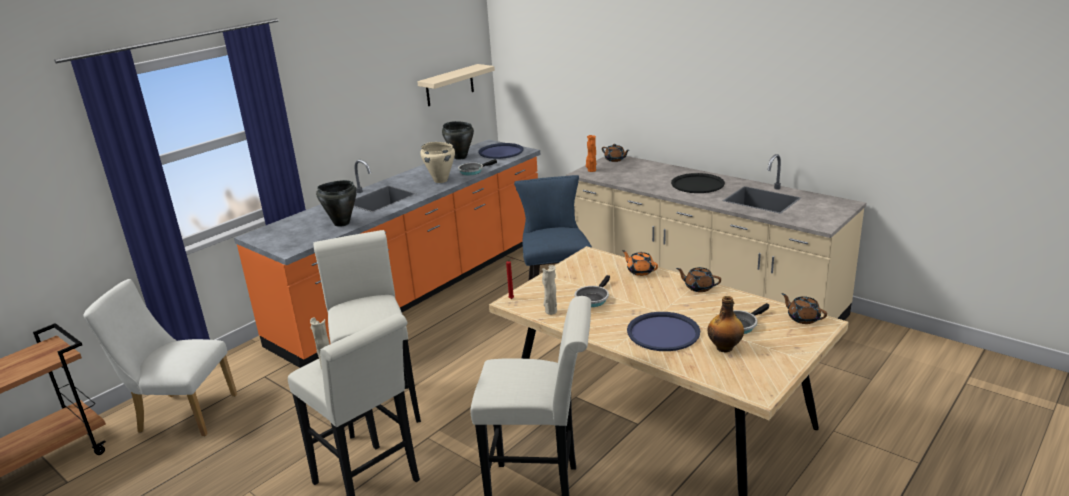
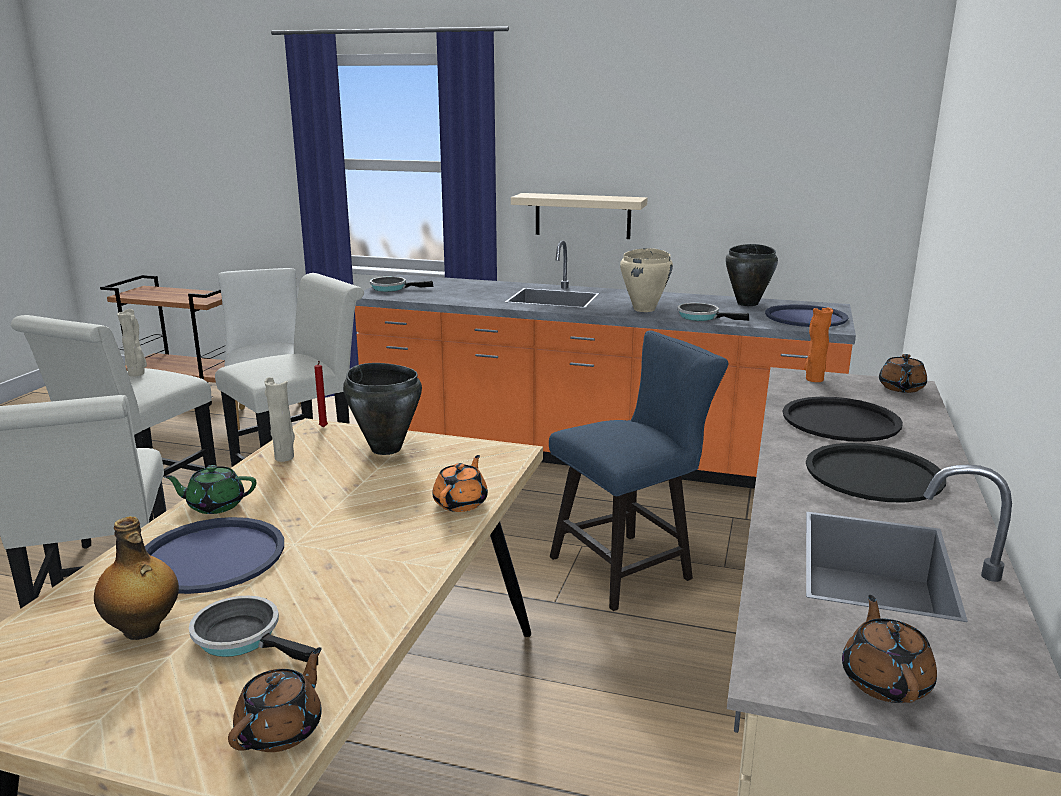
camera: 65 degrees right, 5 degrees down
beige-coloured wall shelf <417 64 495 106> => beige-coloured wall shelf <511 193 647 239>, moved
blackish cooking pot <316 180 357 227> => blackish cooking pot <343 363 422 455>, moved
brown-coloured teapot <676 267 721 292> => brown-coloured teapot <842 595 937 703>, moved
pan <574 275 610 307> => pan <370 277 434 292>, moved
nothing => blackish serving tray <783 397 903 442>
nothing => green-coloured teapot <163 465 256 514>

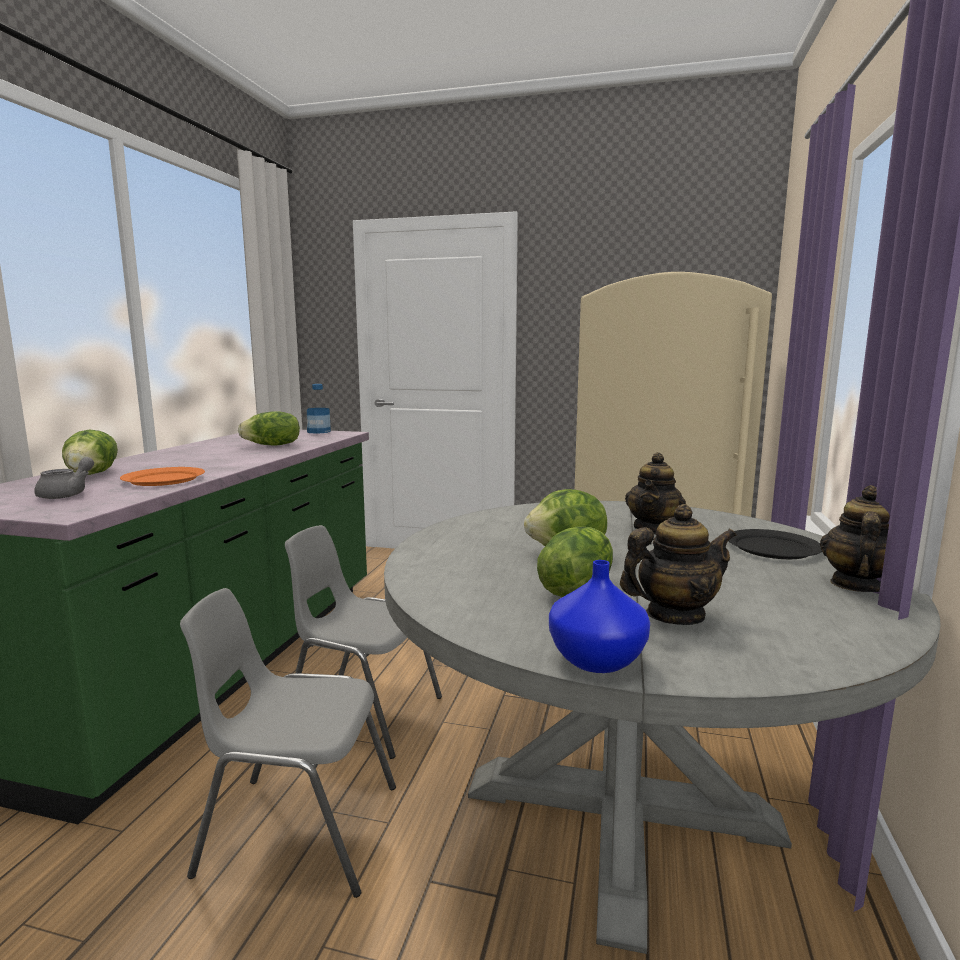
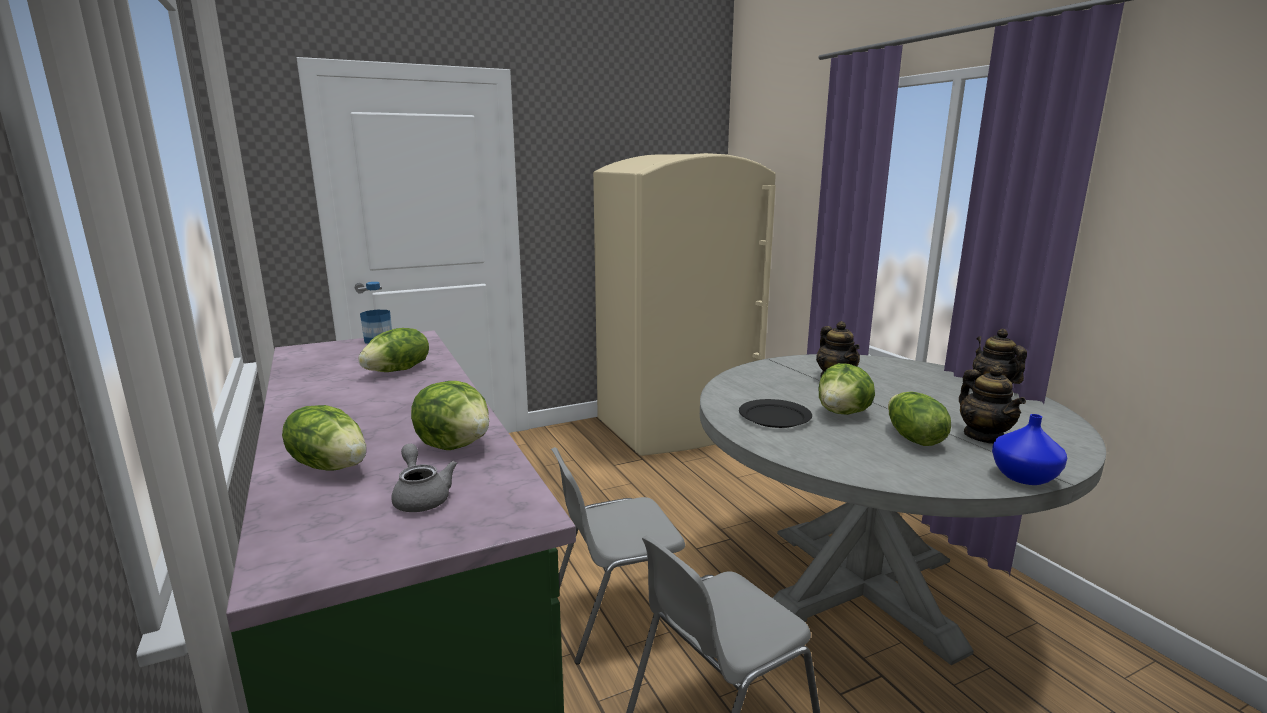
camera: 40 degrees left, 5 degrees up
orangey flat dish <120 467 205 486> => lettuce <411 381 489 450>
teapot <620 504 737 625> => teapot <959 365 1026 444>, 135 degrees clockwise
blackish flat dish <729 529 822 559> => blackish flat dish <739 399 812 428>, moved

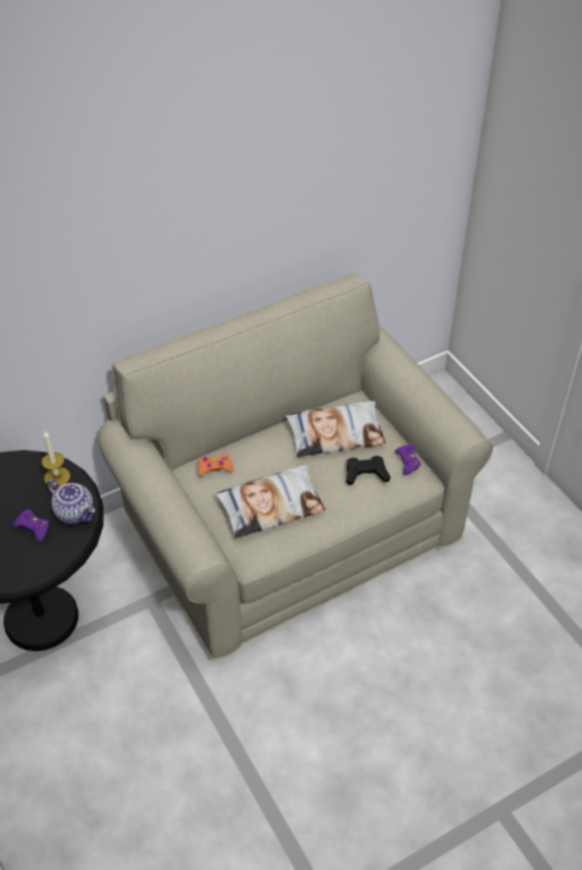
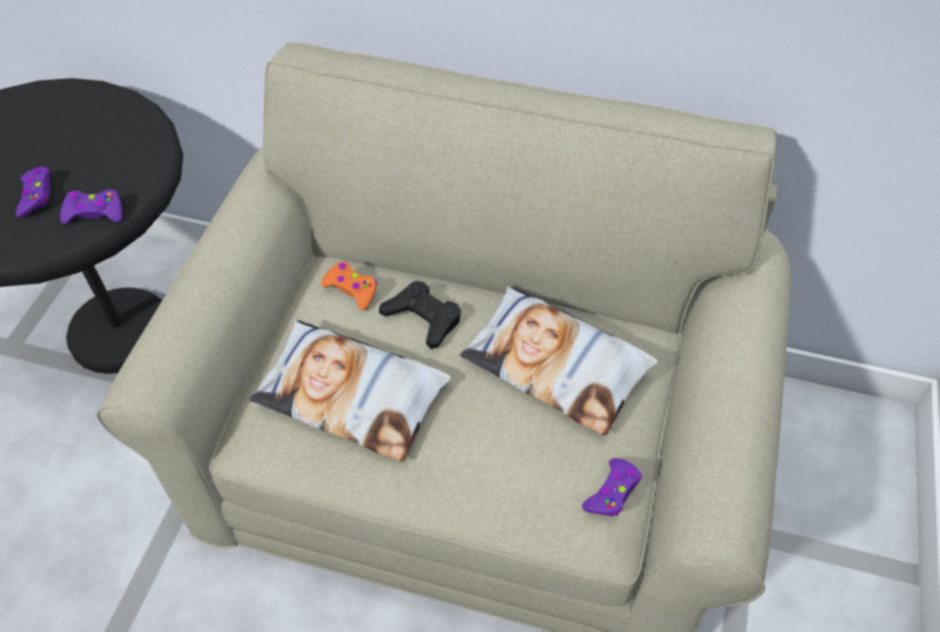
camera: 45 degrees right, 5 degrees up
candle <42 431 70 487> => nothing
blackish gamepad <346 456 391 485> => blackish gamepad <379 281 461 349>, moved
teapot <47 479 95 524> => purple-coloured gamepad <60 190 122 224>

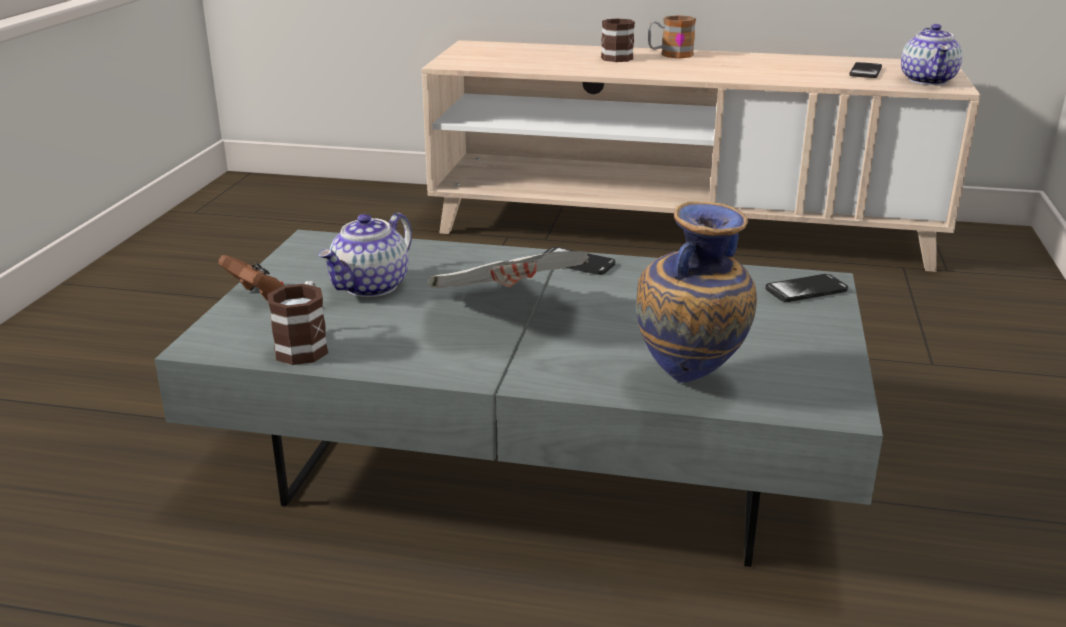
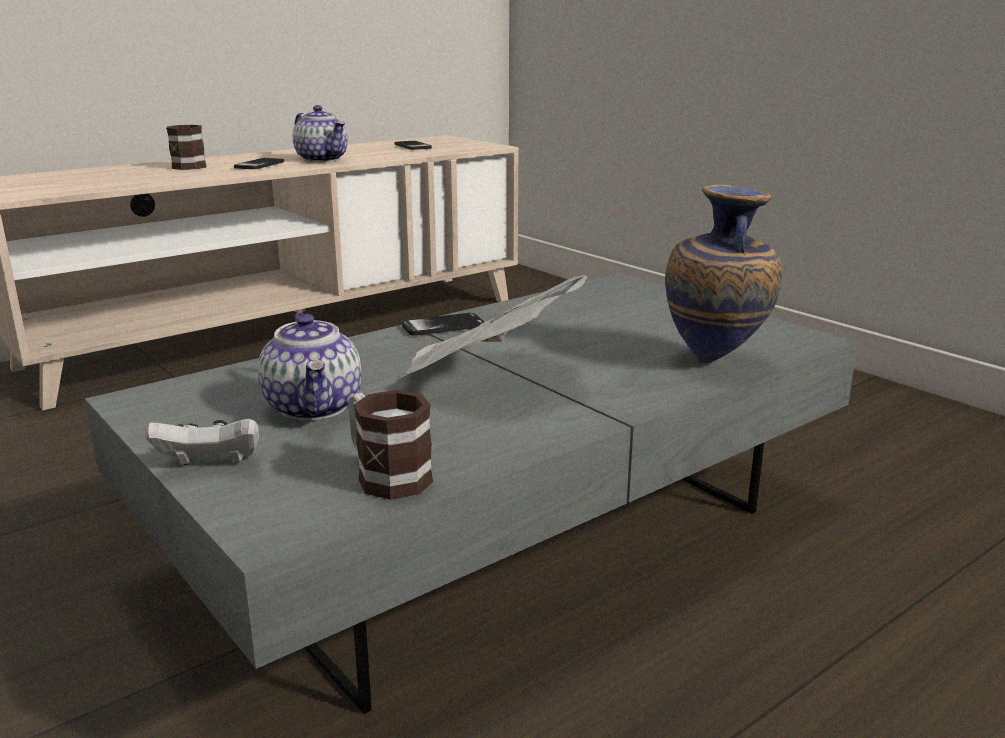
camera: 50 degrees left, 5 degrees down
tea mug <648 15 696 59> => nothing
teapot <901 24 962 85> => teapot <293 105 348 162>, moved
brown-coloured gamepad <218 255 285 301> => whitish gamepad <145 419 259 465>
handset <765 274 848 302> => handset <234 158 284 169>, moved

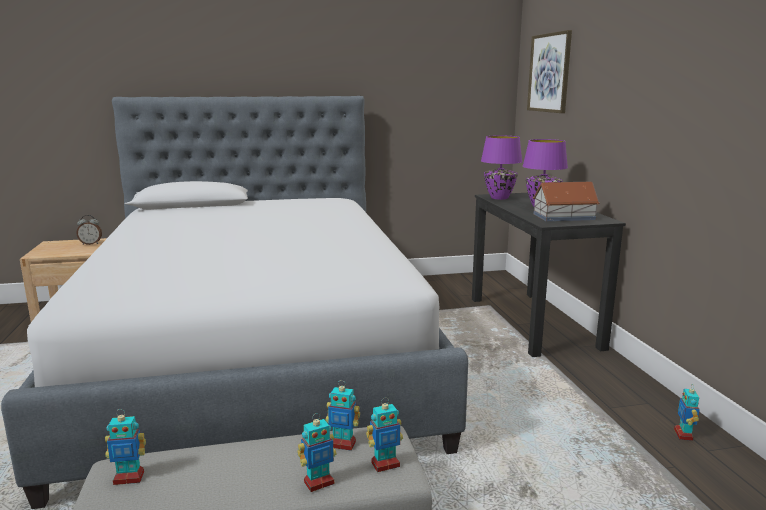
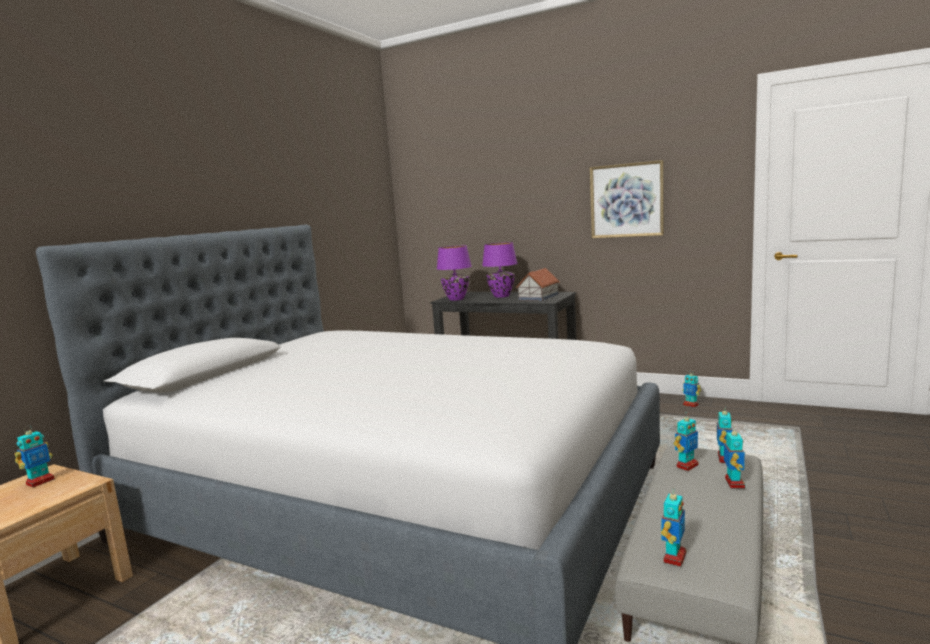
camera: 50 degrees left, 5 degrees down
picture <527 30 572 113> => picture <590 160 664 238>, moved
bedside clock <76 215 102 245> => model robot <15 425 55 487>

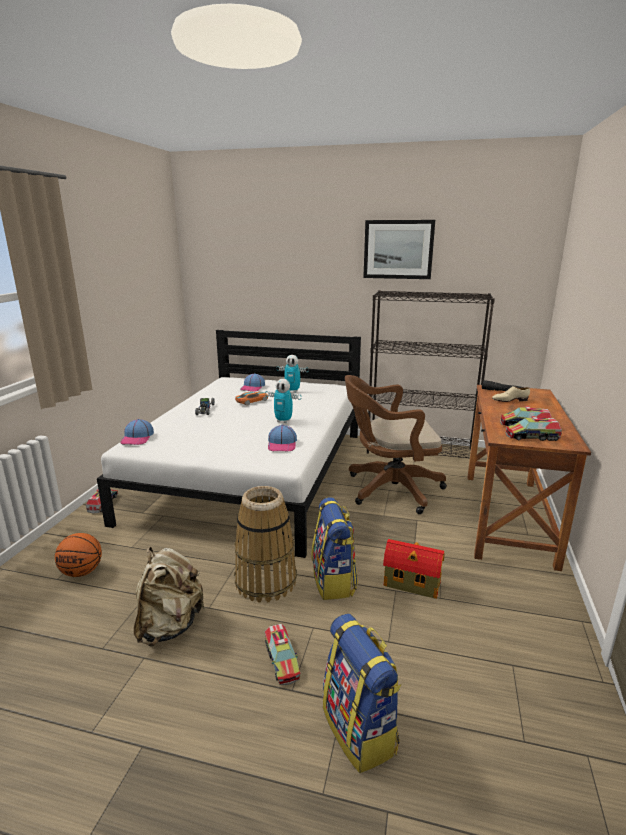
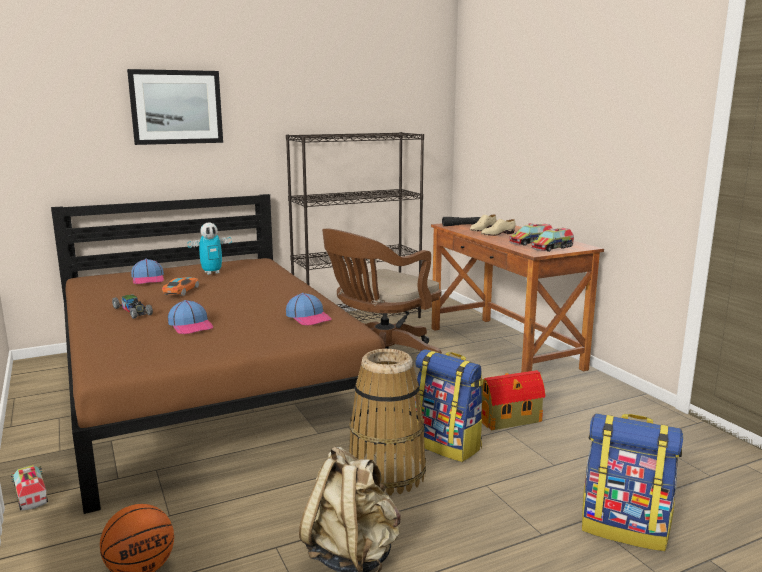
camera: 40 degrees left, 5 degrees down
picture <363 220 435 279> => picture <127 69 223 145>, moved
whitish bed <97 330 361 558> => brown-coloured bed <51 194 385 514>
model robot <265 379 301 423> => nothing
baseball cap <120 419 154 445> => baseball cap <168 300 213 334>, moved
toy truck <265 624 301 685> => nothing
nothing => beige-coloured low shoe <481 219 516 236>

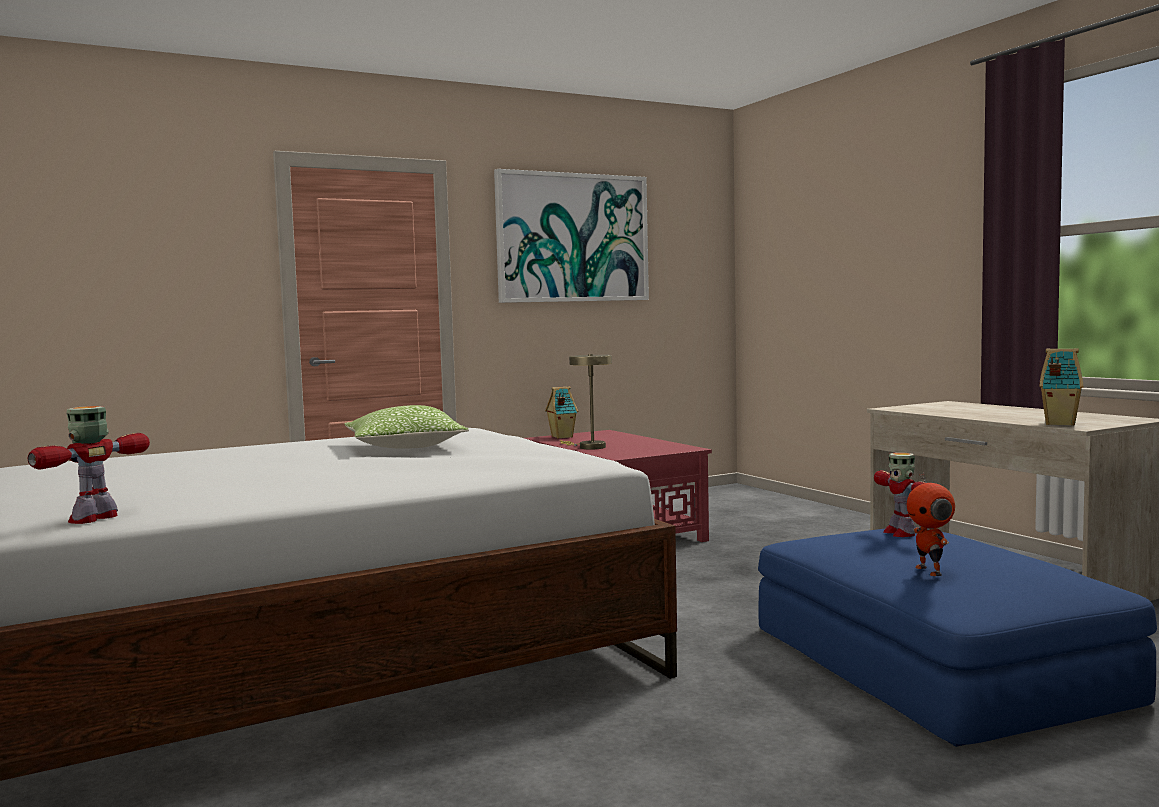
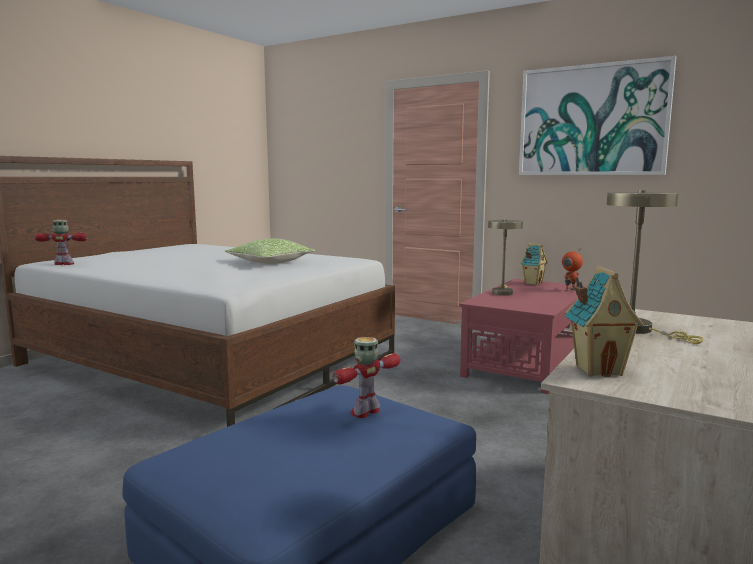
camera: 60 degrees right, 5 degrees up
model robot <907 472 955 576> => model robot <562 249 583 292>, moved
nothing => beige-coloured tabletop lamp <607 190 704 344>

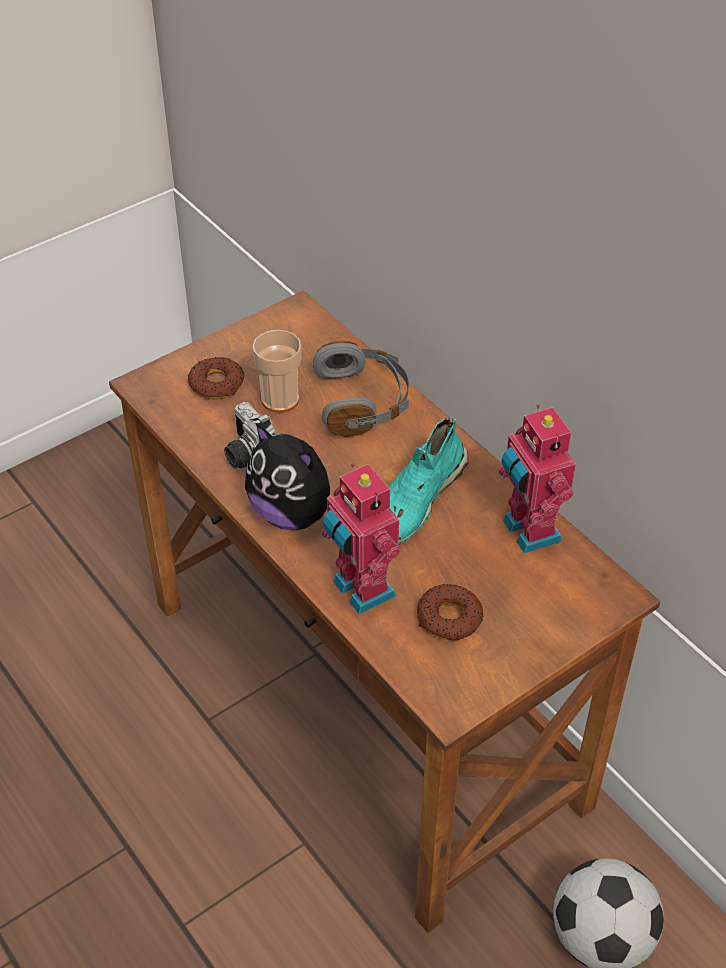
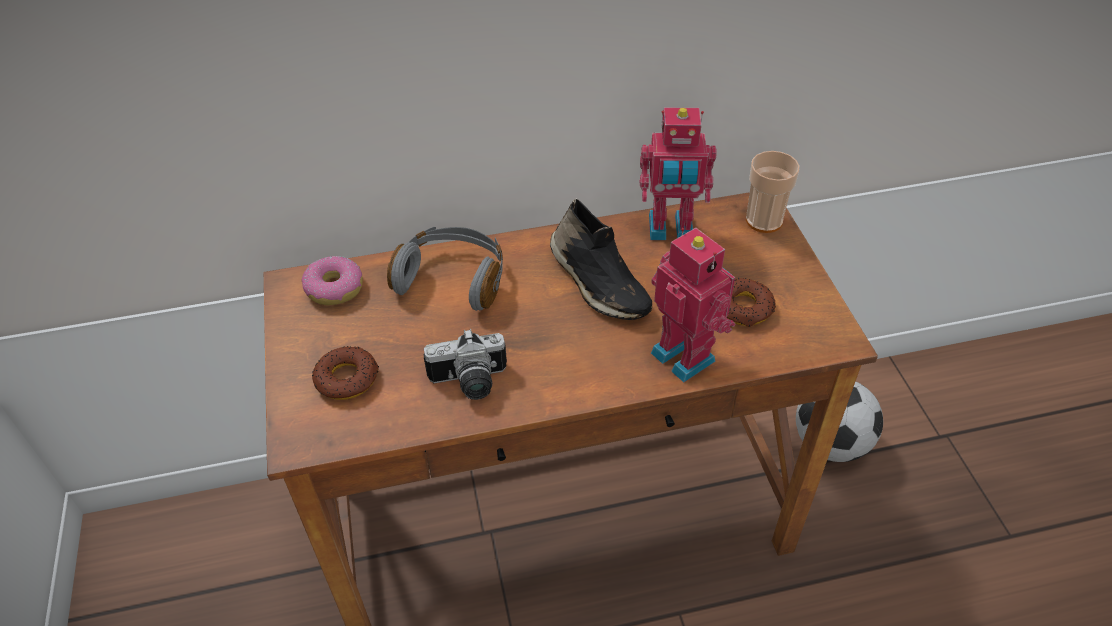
camera: 65 degrees left, 0 degrees up
small cup <253 330 301 413> => small cup <746 151 800 233>, moved
turquoise low shoe <389 418 468 544> => blackish low shoe <550 198 652 320>
cuddly toy <245 423 330 530> => nothing
model robot <322 464 401 614> => model robot <651 228 735 382>, 120 degrees counterclockwise
nothing => donut <302 256 363 305>

